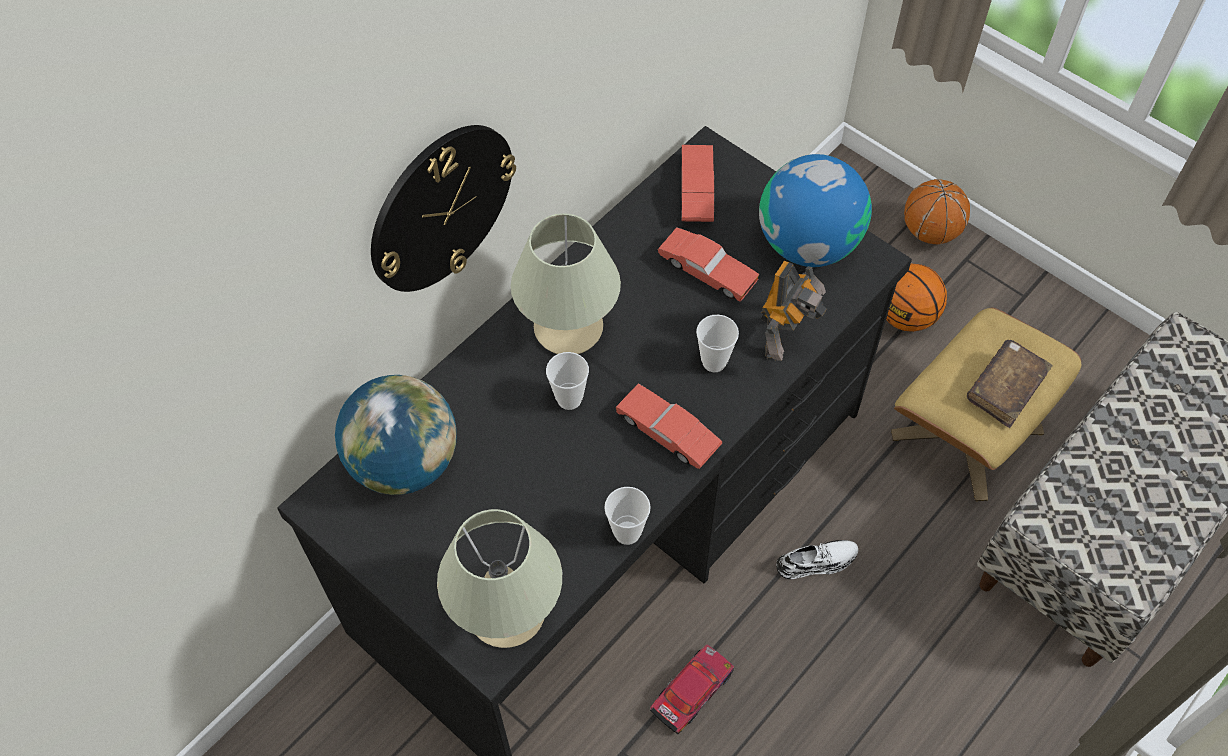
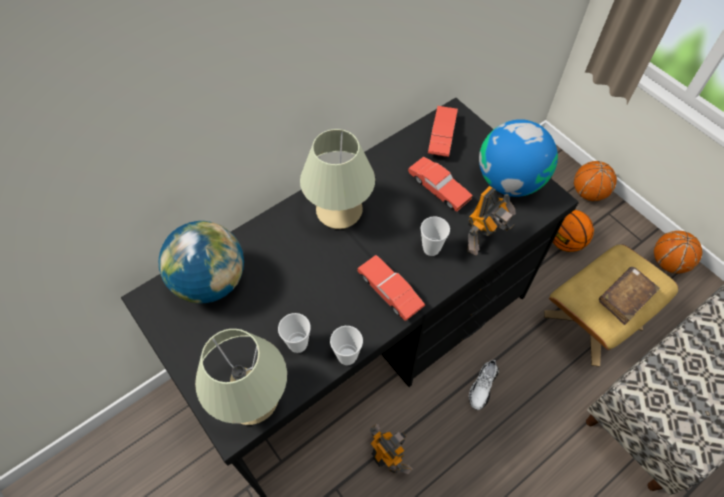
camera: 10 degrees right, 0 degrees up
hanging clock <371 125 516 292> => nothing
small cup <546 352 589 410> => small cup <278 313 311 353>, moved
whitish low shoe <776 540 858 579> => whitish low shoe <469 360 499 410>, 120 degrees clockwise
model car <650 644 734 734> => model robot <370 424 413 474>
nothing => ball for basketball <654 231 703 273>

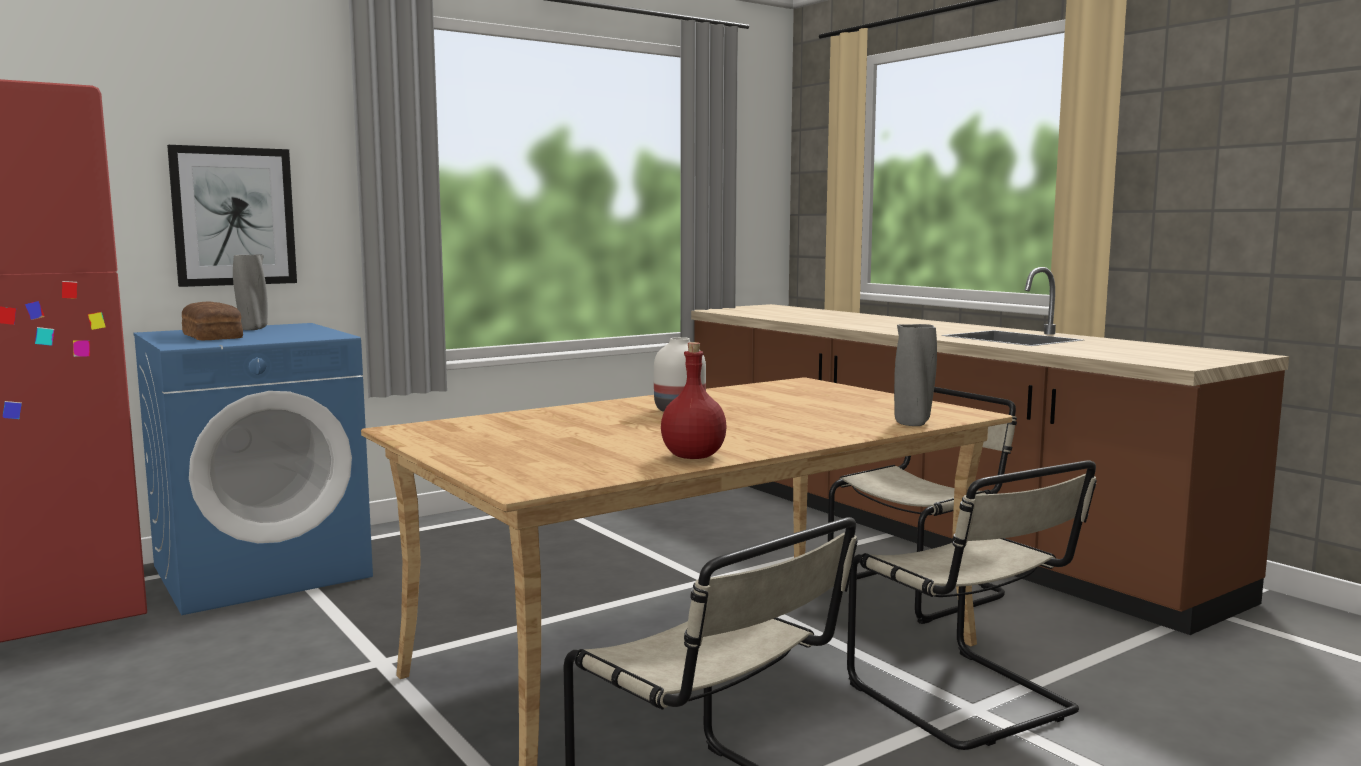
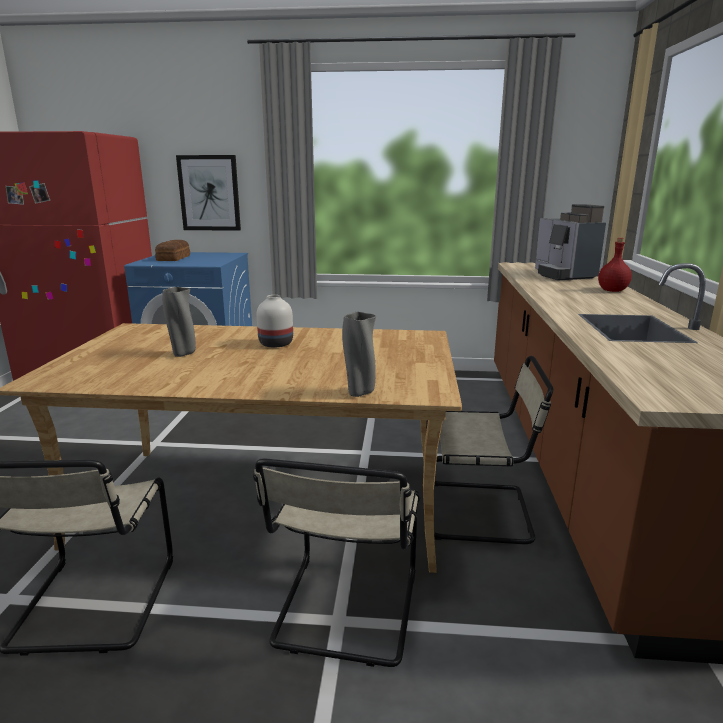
camera: 40 degrees right, 10 degrees up
grey flower vase <233 255 268 330> => grey flower vase <162 287 196 357>, moved
reddish beverage bottle <661 342 727 459> => reddish beverage bottle <598 238 632 292>, moved
nothing => coffee maker <535 204 606 281>

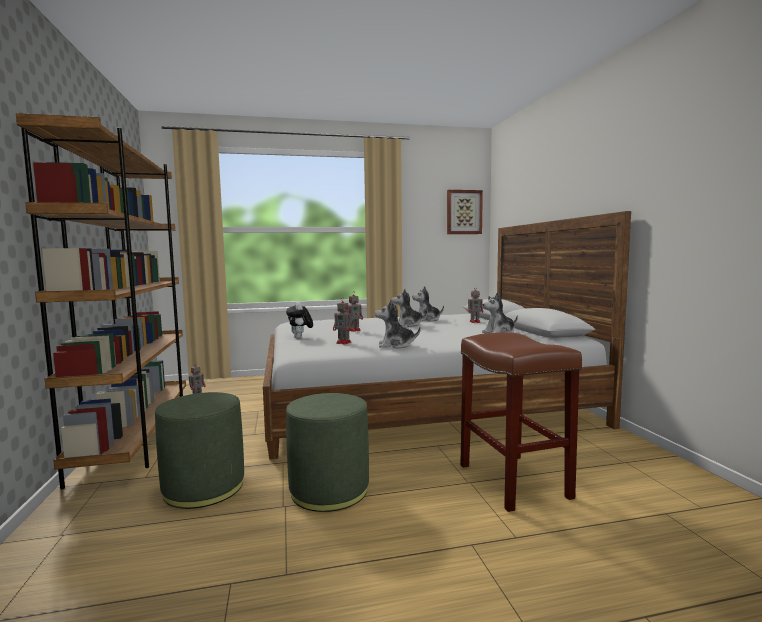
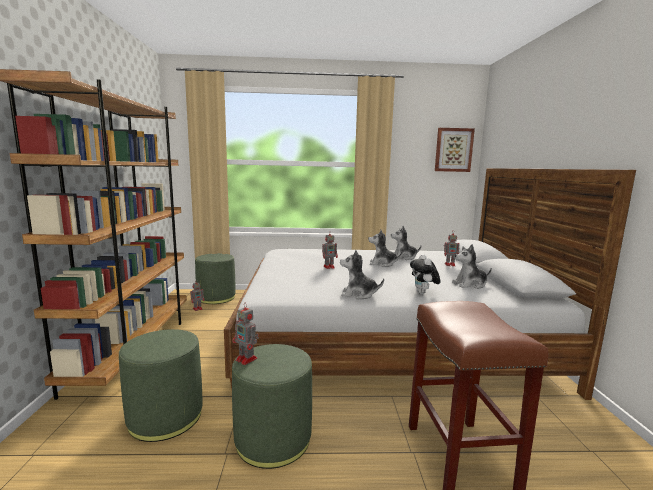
camera: 10 degrees right, 5 degrees up
model robot <333 297 354 344> => model robot <232 303 259 365>, moved
cuddly toy <286 302 313 339> => cuddly toy <410 254 441 294>, moved
nothing => green-coloured footrest <195 253 236 304>

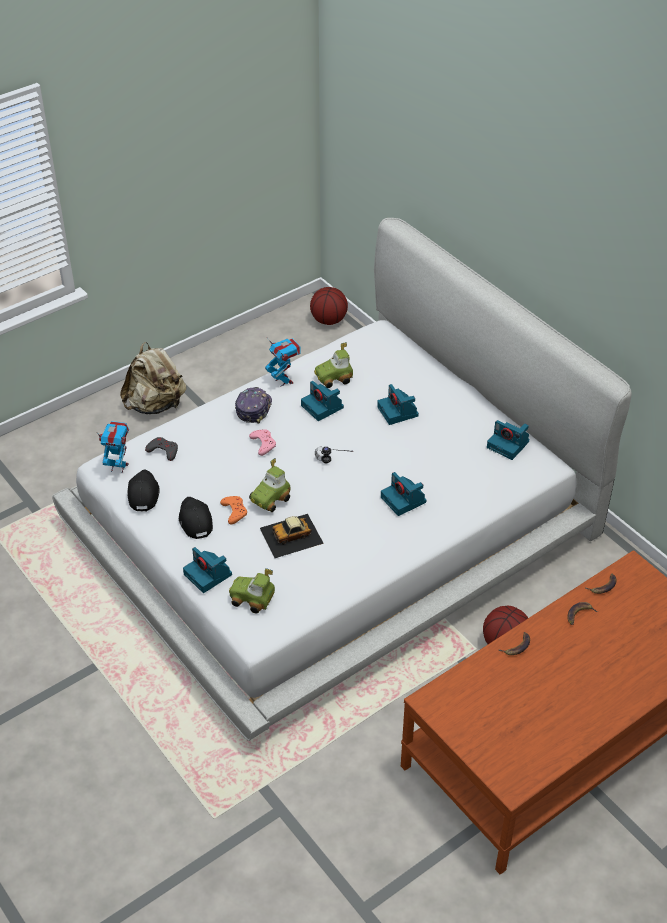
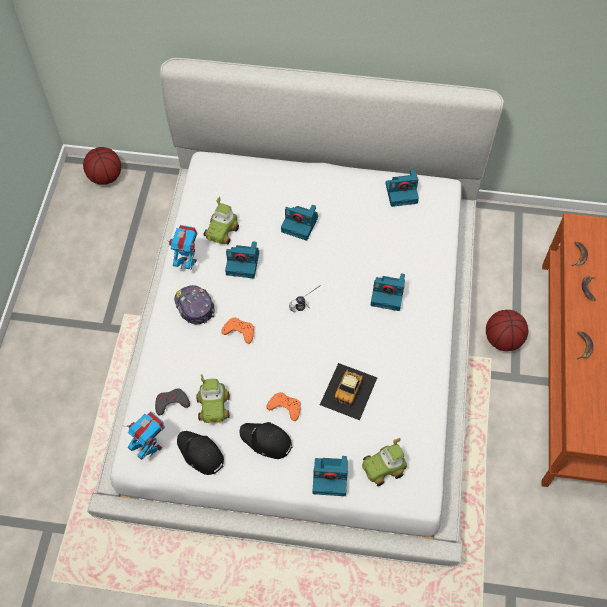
camera: 45 degrees left, 15 degrees up
beige-coloured rucksack <120 342 186 414> => nothing
model robot <98 421 129 472> => model robot <127 411 165 460>, 75 degrees clockwise
pink gamepad <249 429 276 456> => orangey gamepad <221 318 254 344>
model car <249 458 290 512> => model car <196 374 230 423>, moved

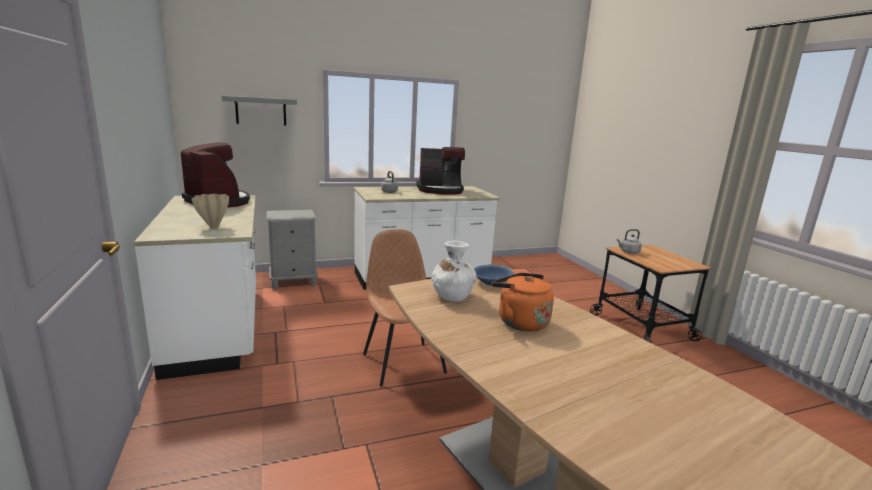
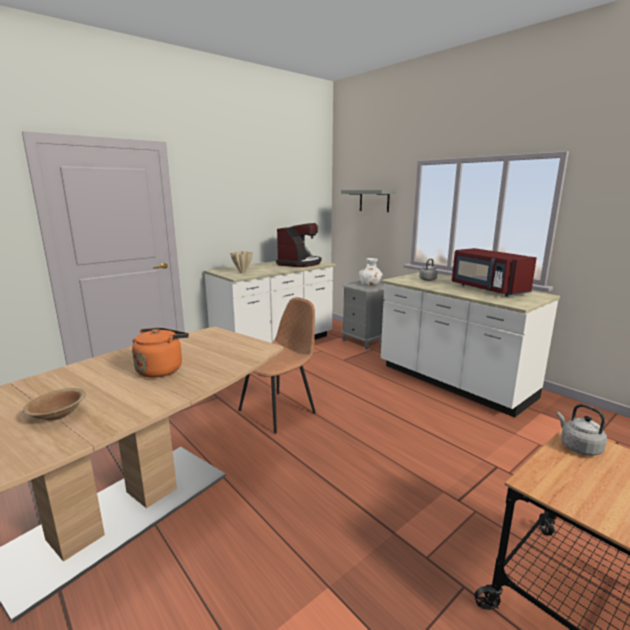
camera: 70 degrees right, 0 degrees up
coffee maker <416 147 465 195> => reddish microwave <452 248 537 296>
whitish flower vase <431 241 477 301> => whitish flower vase <359 258 382 286>, moved
blue-coloured deep dish <474 265 514 286> => nothing
nothing => brown-coloured deep dish <23 388 86 421>

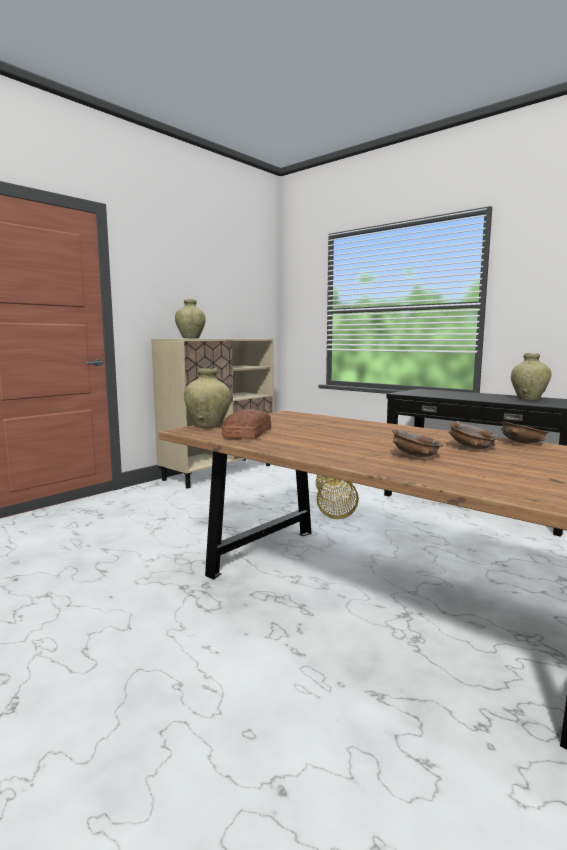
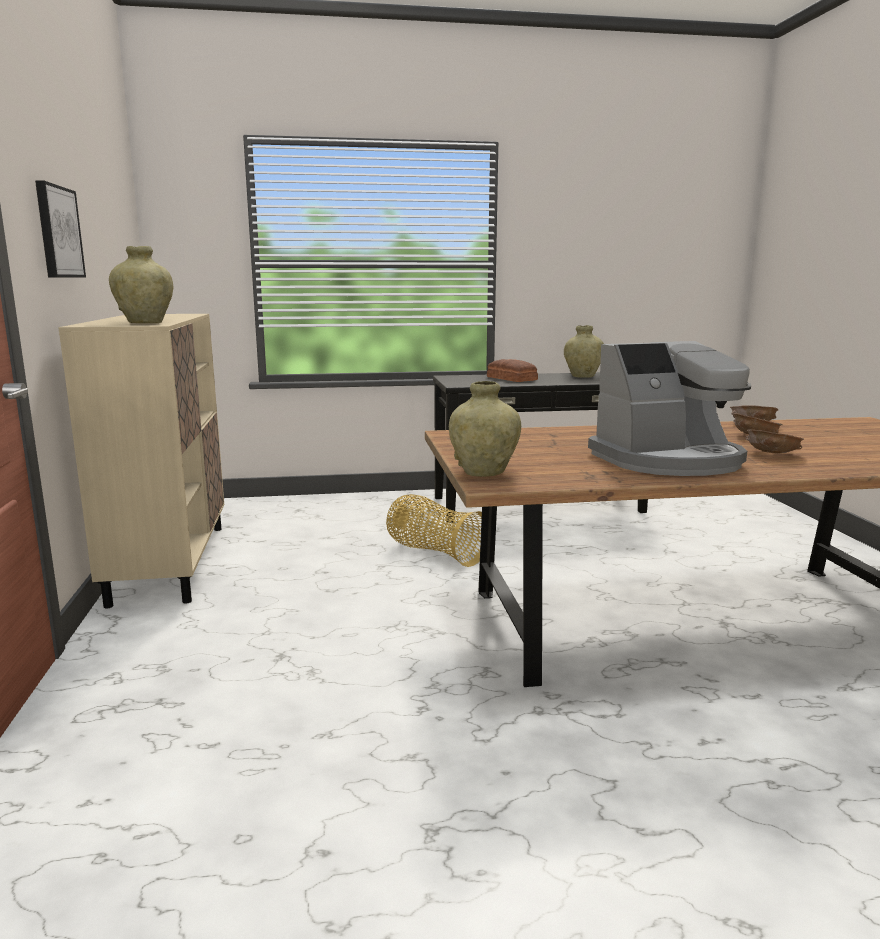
camera: 50 degrees left, 5 degrees up
baked bread <222 409 271 440> => baked bread <487 359 538 382>, moved
nothing => picture <35 180 86 277>
nothing => coffee maker <588 341 751 476>

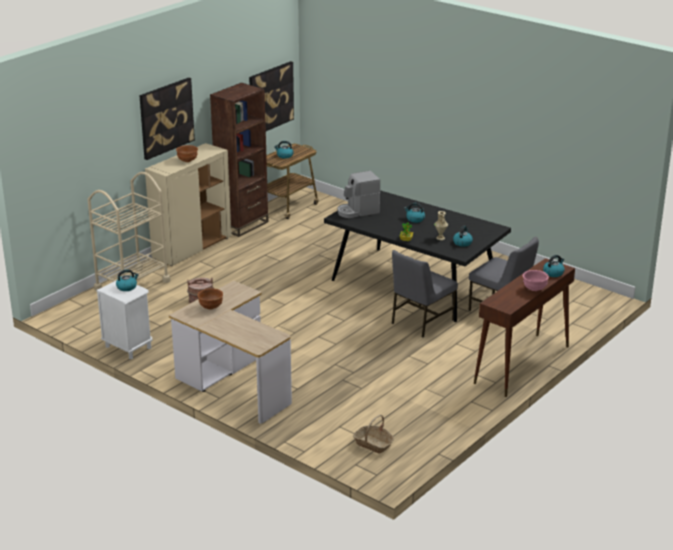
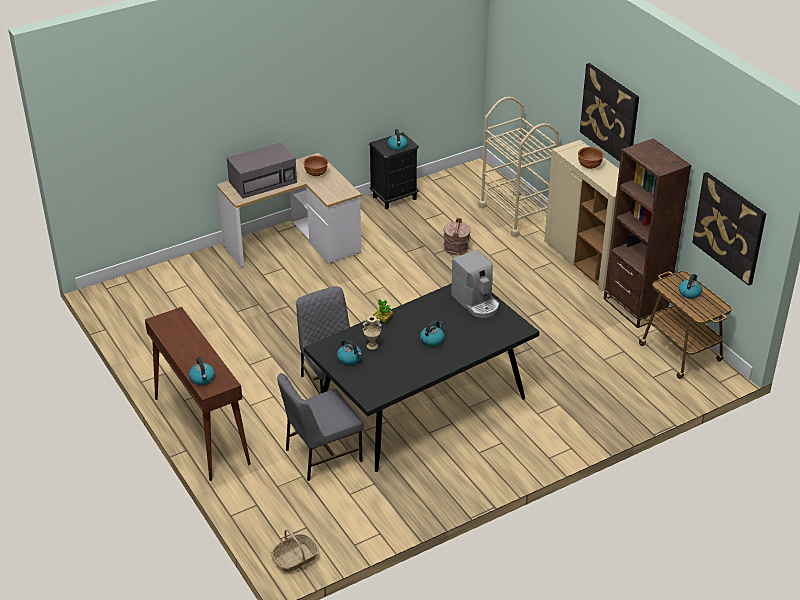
camera: 110 degrees right, 10 degrees up
coffee maker <337 171 380 218> => coffee maker <451 250 499 318>, 150 degrees clockwise
pink deep dish <523 270 549 291> => nothing
whitish nightstand <96 280 152 359> => blackish nightstand <369 132 419 209>
household basket <353 415 394 453> => household basket <271 529 319 572>, moved
nothing => grey microwave <227 142 297 199>

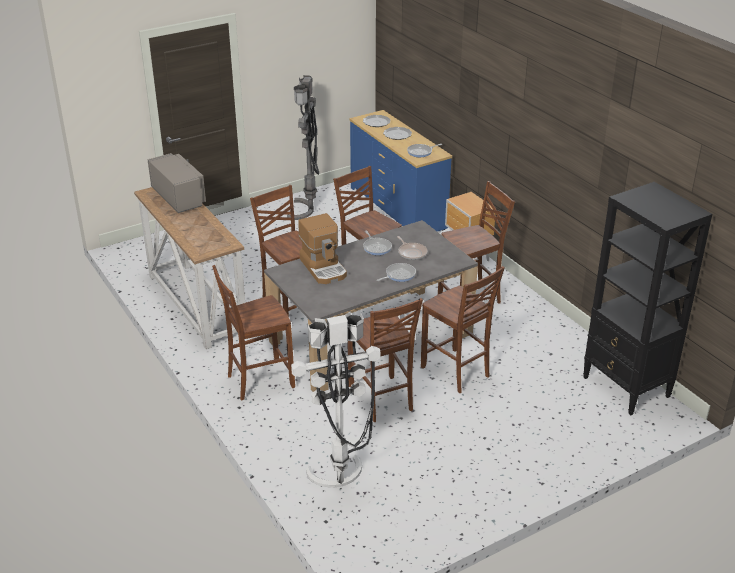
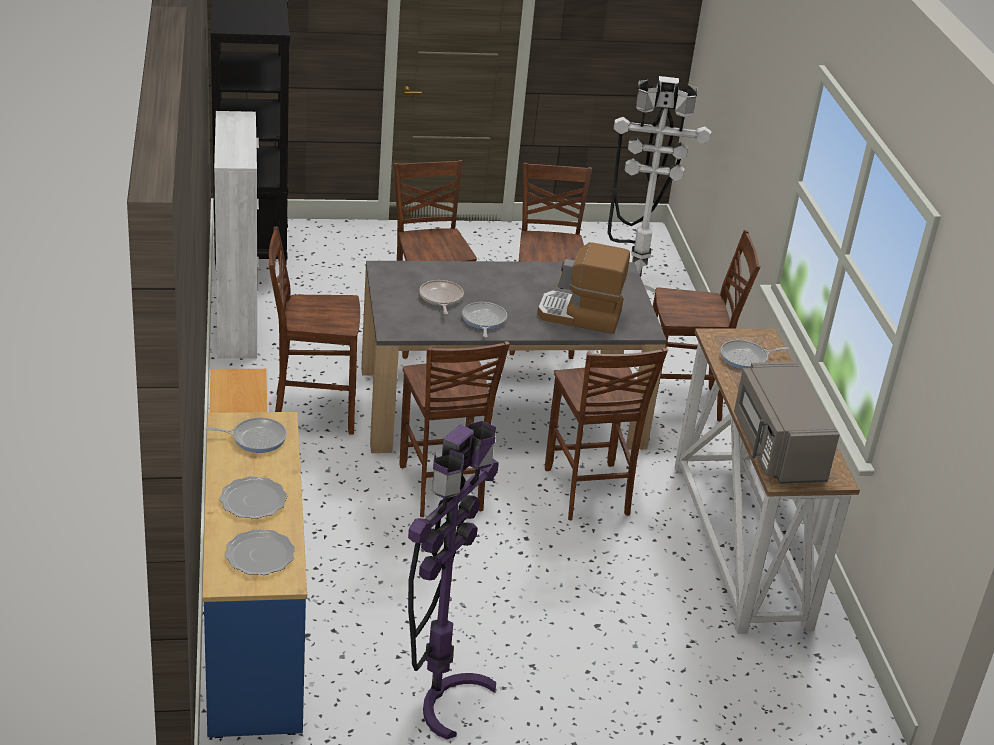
camera: 160 degrees left, 0 degrees up
grey standing lamp <287 75 319 220> => purple-coloured standing lamp <408 421 499 739>
coffee maker <298 213 347 284> => coffee maker <537 242 630 334>, 75 degrees counterclockwise
pan <377 263 416 282> => pan <720 340 789 370>, moved
nothing => whitish cabinet <214 111 259 359>

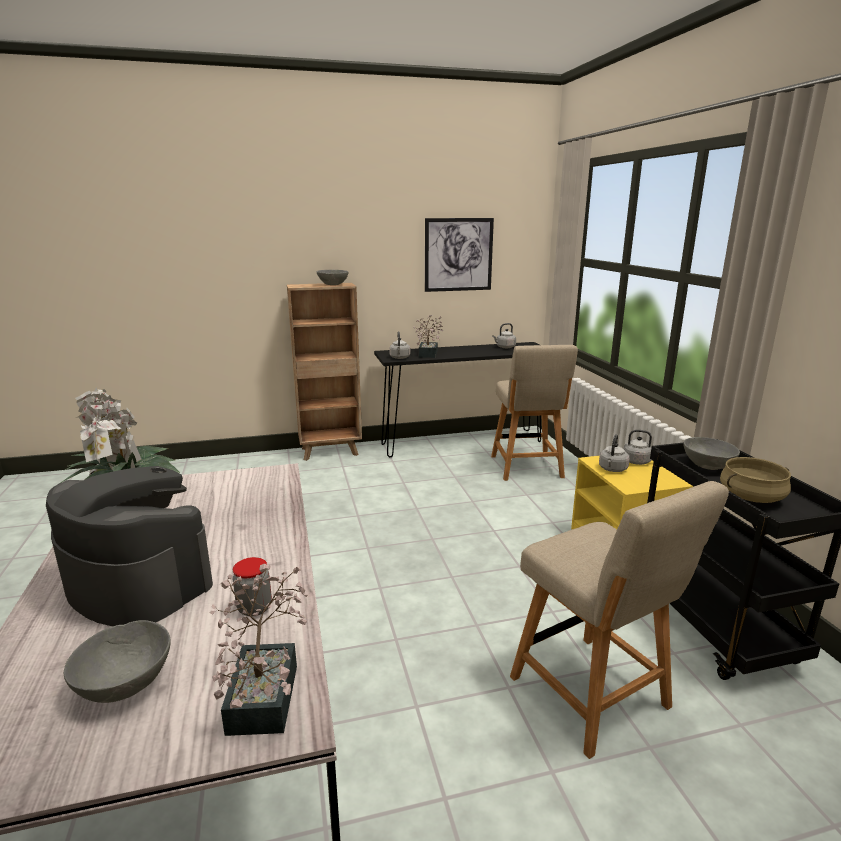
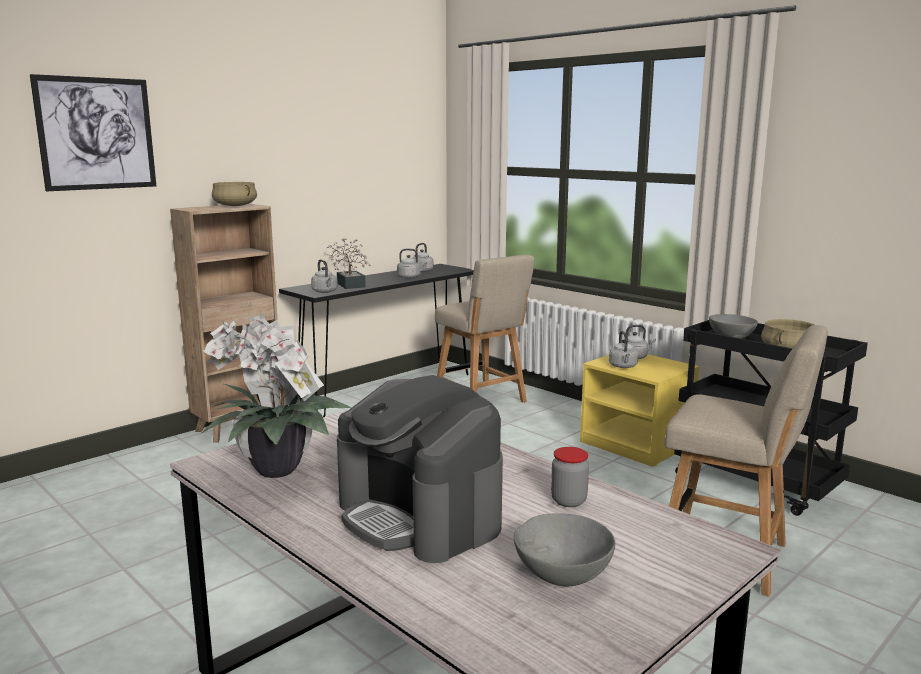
camera: 30 degrees left, 5 degrees down
picture <425 218 494 292> => picture <30 74 156 191>, moved
grey deep dish <316 270 348 285> => beige-coloured cooking pot <212 182 257 206>
coffee maker <46 466 213 626> => coffee maker <337 375 503 563>, 135 degrees counterclockwise
houseplant <209 564 308 736> => nothing
nothing => grey tea kettle <397 249 427 279>

